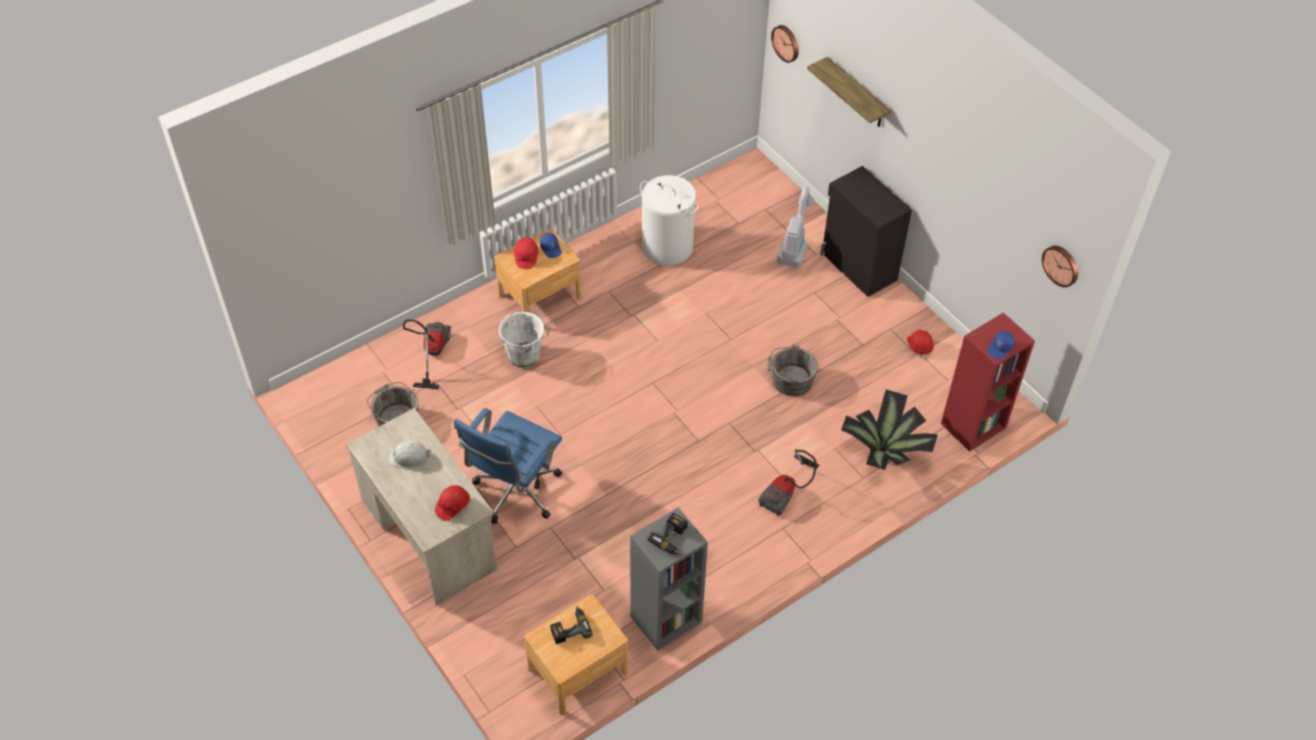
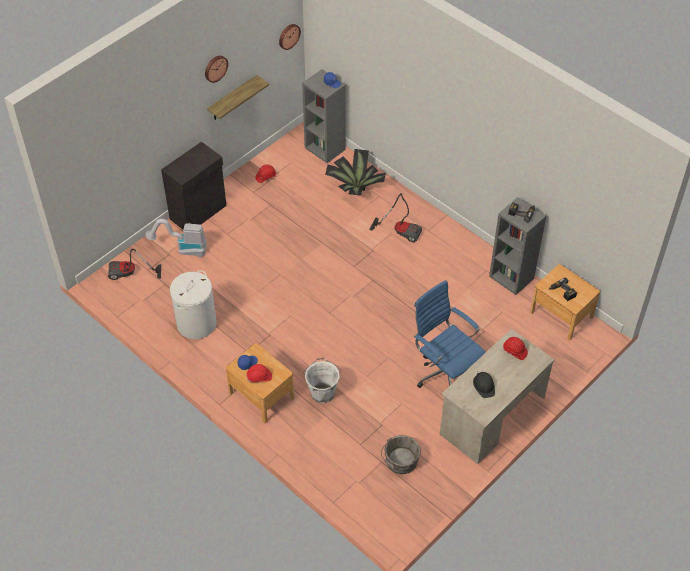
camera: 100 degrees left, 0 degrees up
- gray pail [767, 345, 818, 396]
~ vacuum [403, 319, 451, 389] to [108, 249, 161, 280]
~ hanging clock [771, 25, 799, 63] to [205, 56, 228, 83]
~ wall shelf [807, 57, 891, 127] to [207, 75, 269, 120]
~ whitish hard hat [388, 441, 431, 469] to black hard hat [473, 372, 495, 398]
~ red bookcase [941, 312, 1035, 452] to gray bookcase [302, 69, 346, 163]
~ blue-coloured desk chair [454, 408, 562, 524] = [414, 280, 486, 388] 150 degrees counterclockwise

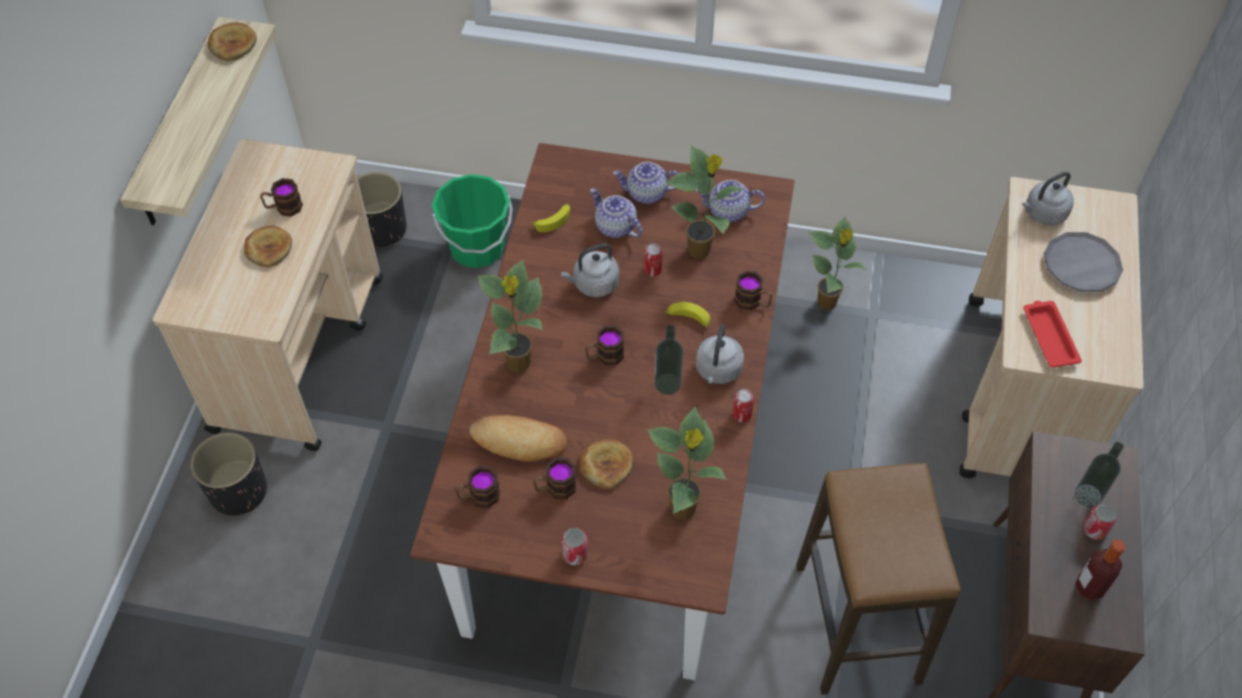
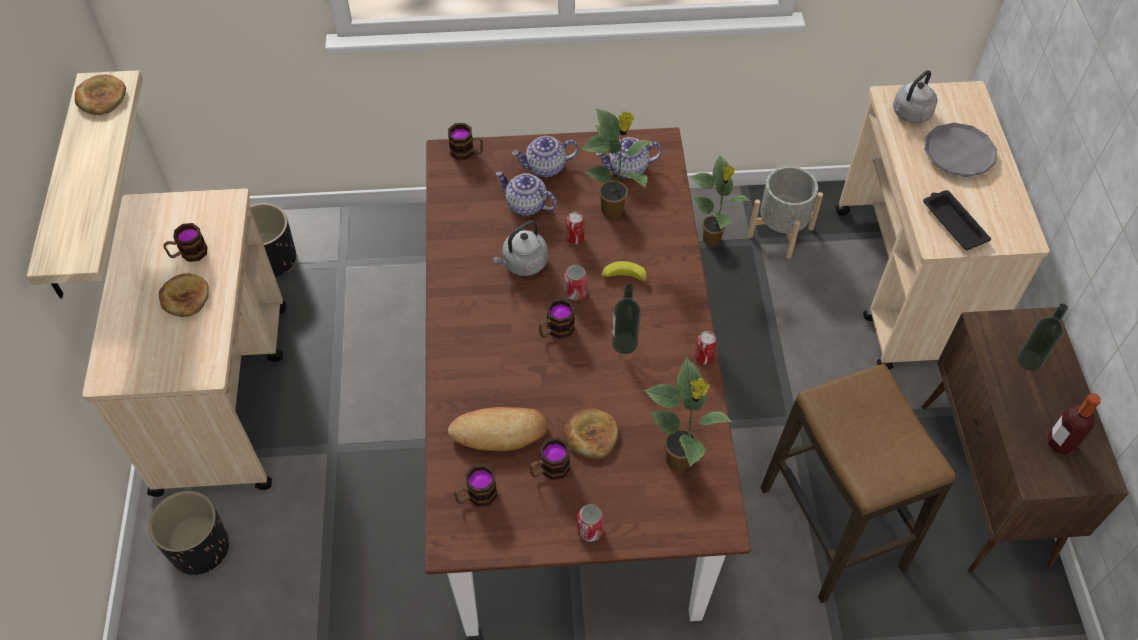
camera: 15 degrees left, 0 degrees up
- green-coloured pail [432, 174, 513, 268]
- potted plant [478, 259, 543, 373]
- banana [531, 203, 570, 232]
- gray water kettle [696, 325, 744, 384]
+ gray planter [748, 166, 823, 259]
~ mug [734, 270, 773, 310] to [448, 123, 483, 160]
~ can [1083, 504, 1117, 540] to [564, 265, 587, 301]
~ red carrying tray [1023, 301, 1082, 368] to black carrying tray [923, 190, 991, 250]

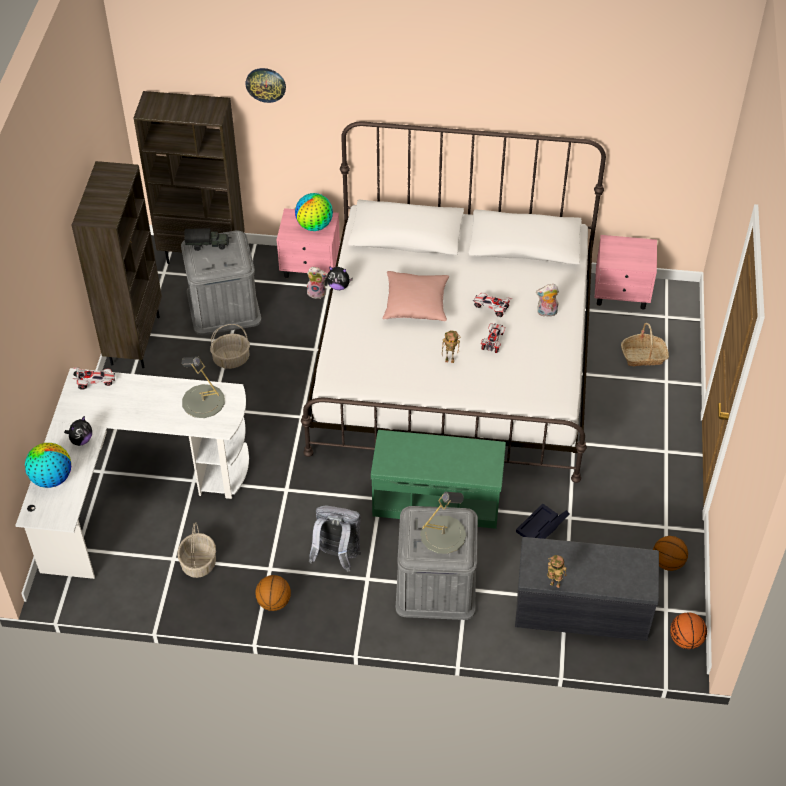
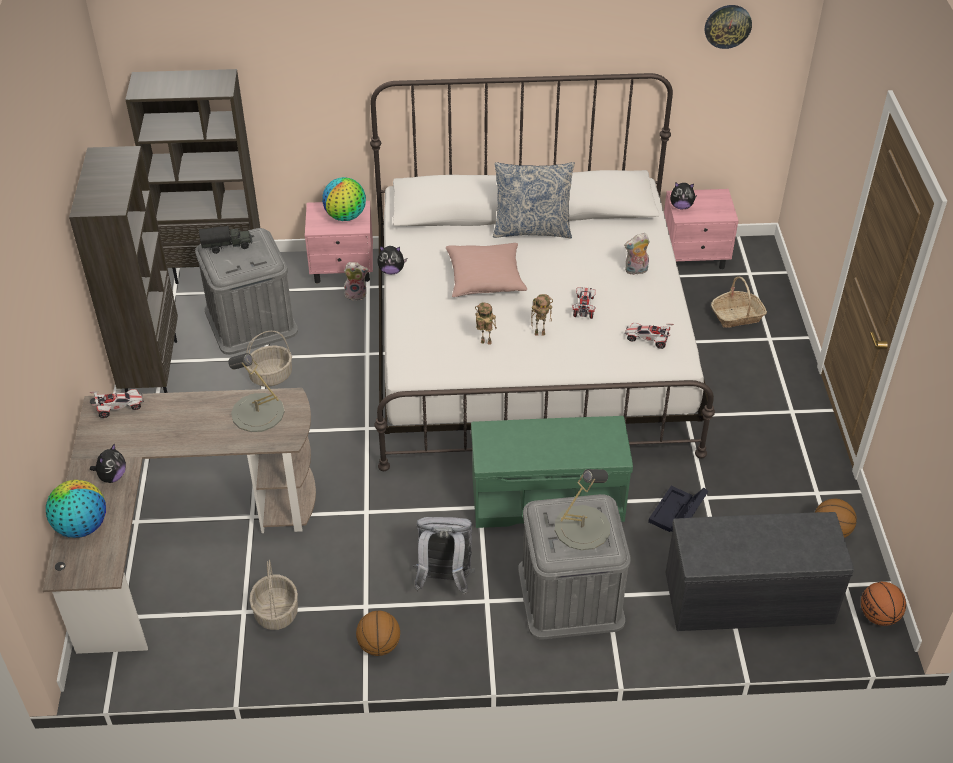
camera: 10 degrees left, 5 degrees down
+ cushion [493, 162, 575, 239]
+ cuddly toy [670, 182, 697, 209]
~ hanging clock [245, 68, 286, 103] to [705, 5, 752, 49]
~ miniature car [473, 293, 512, 317] to [625, 323, 674, 349]
~ robot figure [547, 555, 567, 588] to [475, 302, 497, 345]
~ whitish desk table [15, 368, 249, 579] to brown-coloured desk table [42, 388, 316, 654]

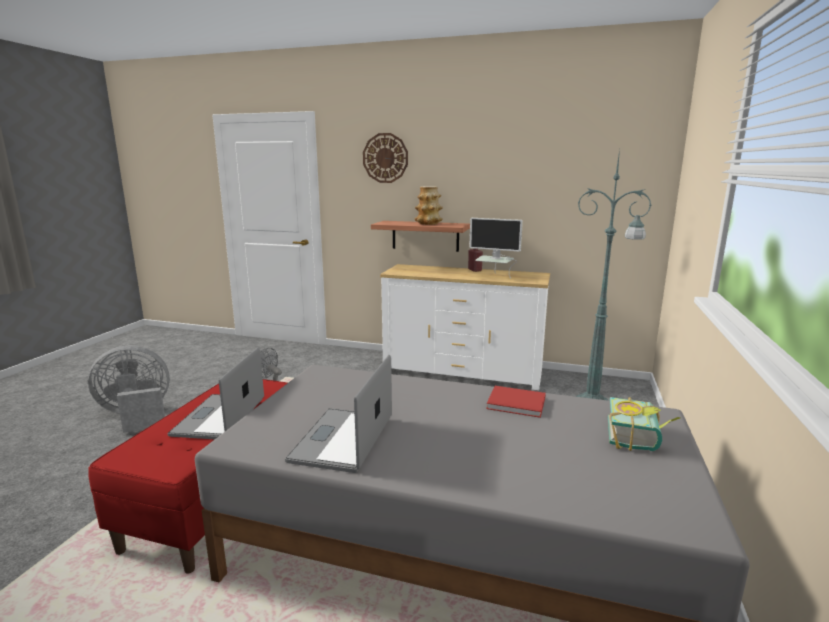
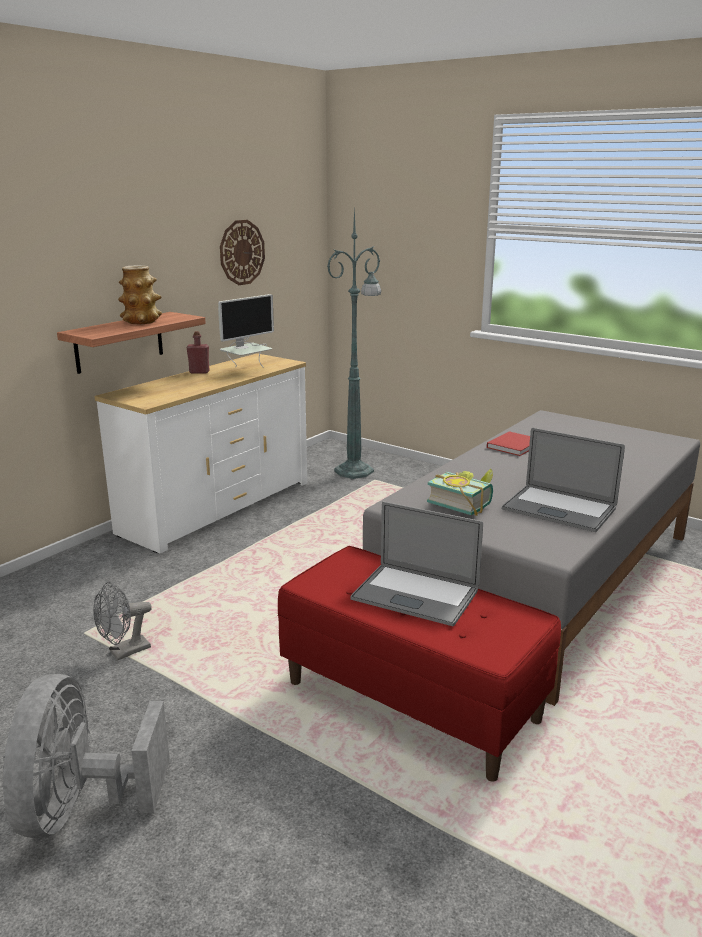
camera: 70 degrees left, 5 degrees up
~ hanging clock [363, 133, 408, 183] to [220, 220, 265, 285]
~ bound book [608, 397, 681, 451] to [427, 468, 493, 516]

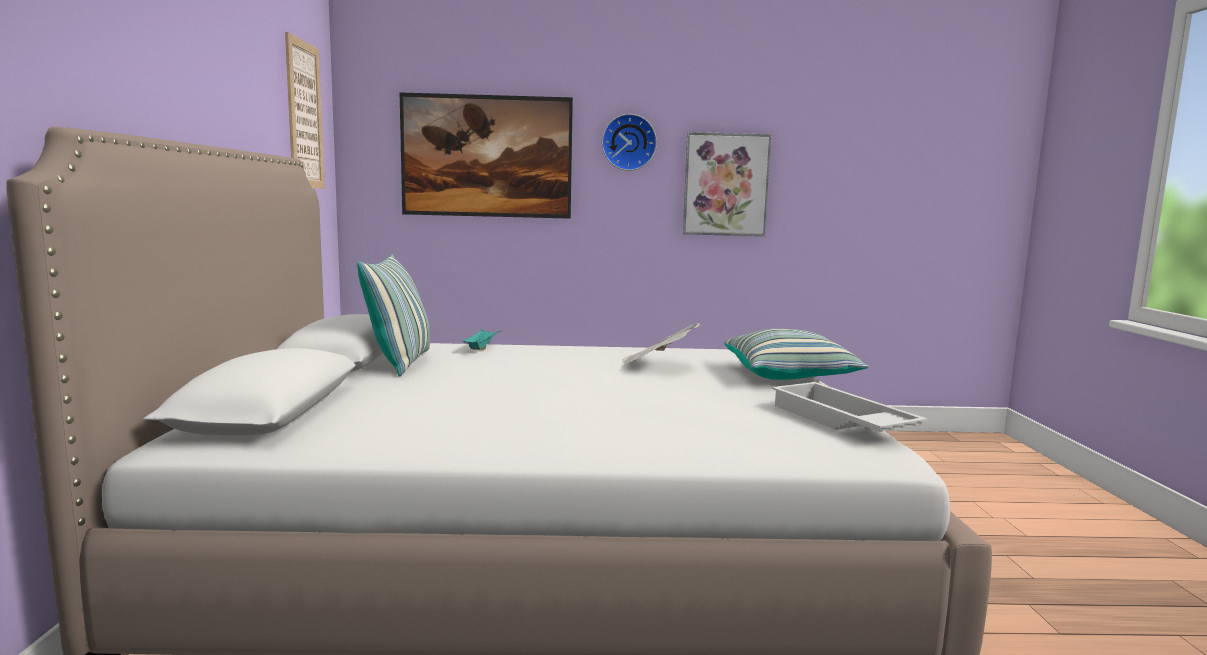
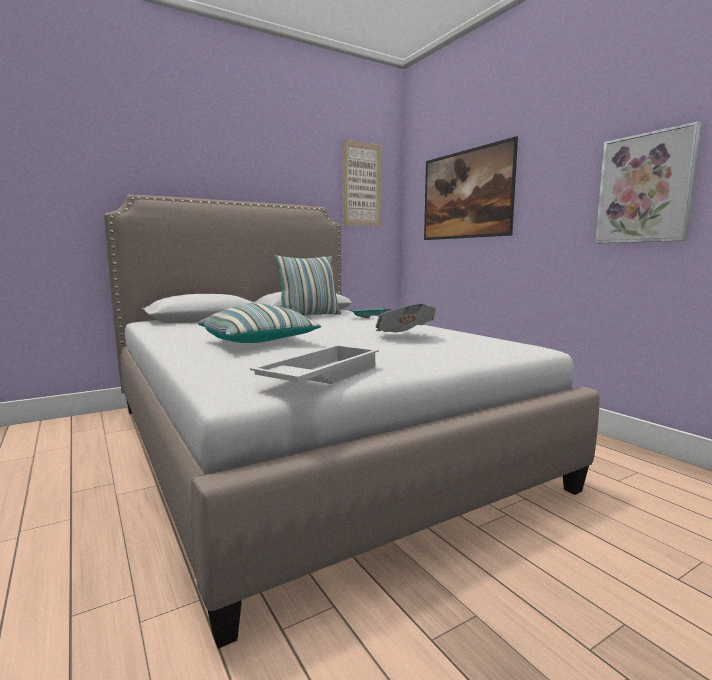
camera: 60 degrees right, 0 degrees up
- hanging clock [602, 114, 657, 171]
~ cushion [724, 329, 870, 380] to [198, 303, 321, 343]

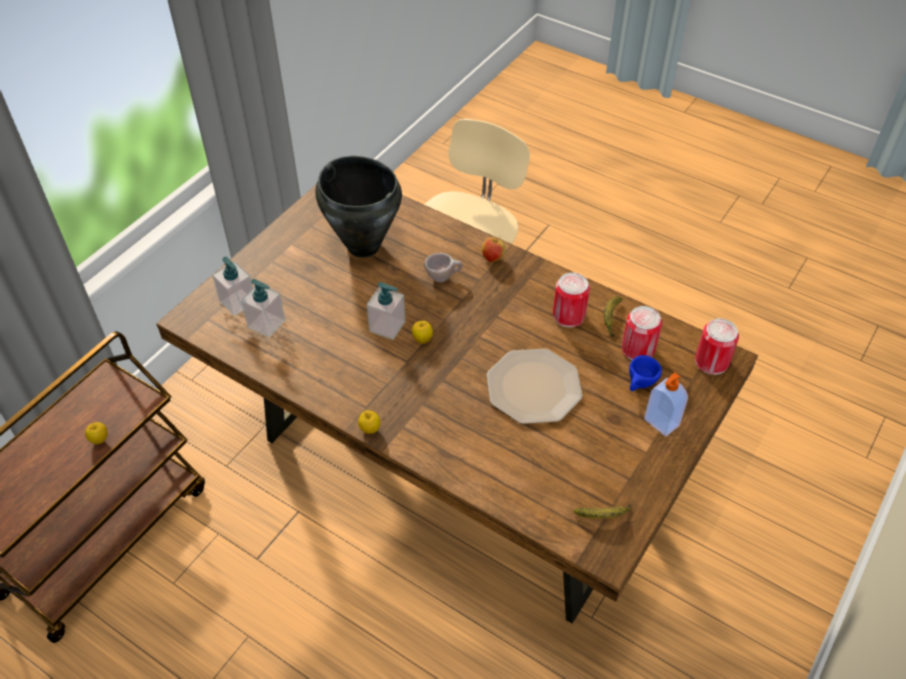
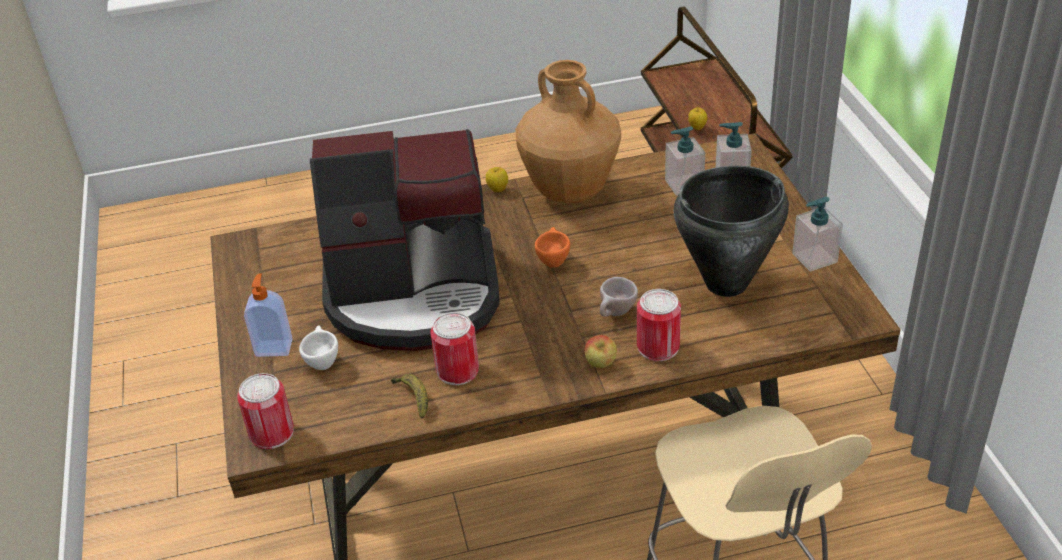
camera: 135 degrees right, 10 degrees down
- banana [574, 503, 632, 519]
+ brown-coloured flower vase [515, 60, 621, 203]
~ soap bottle [367, 282, 405, 340] to [792, 197, 843, 272]
~ can [622, 306, 662, 360] to [637, 289, 681, 361]
~ apple fruit [412, 321, 433, 344] to orange-coloured cup [535, 227, 570, 268]
~ plate [487, 349, 583, 424] to coffee machine [310, 129, 500, 351]
~ blue-coloured cup [629, 355, 662, 391] to whitish cup [299, 325, 338, 370]

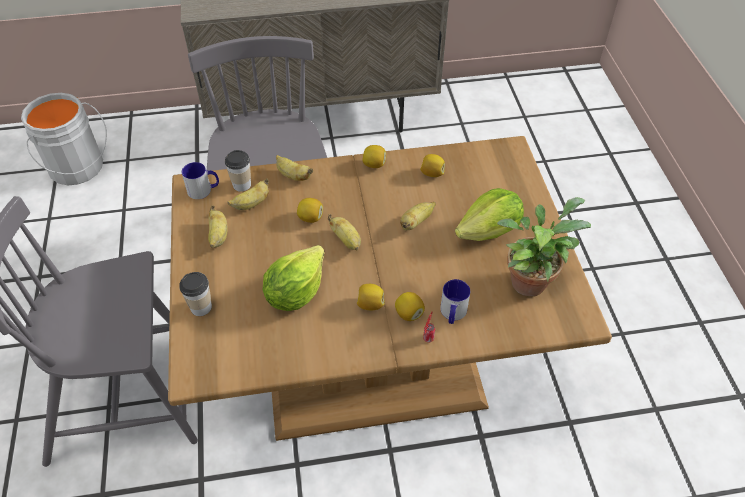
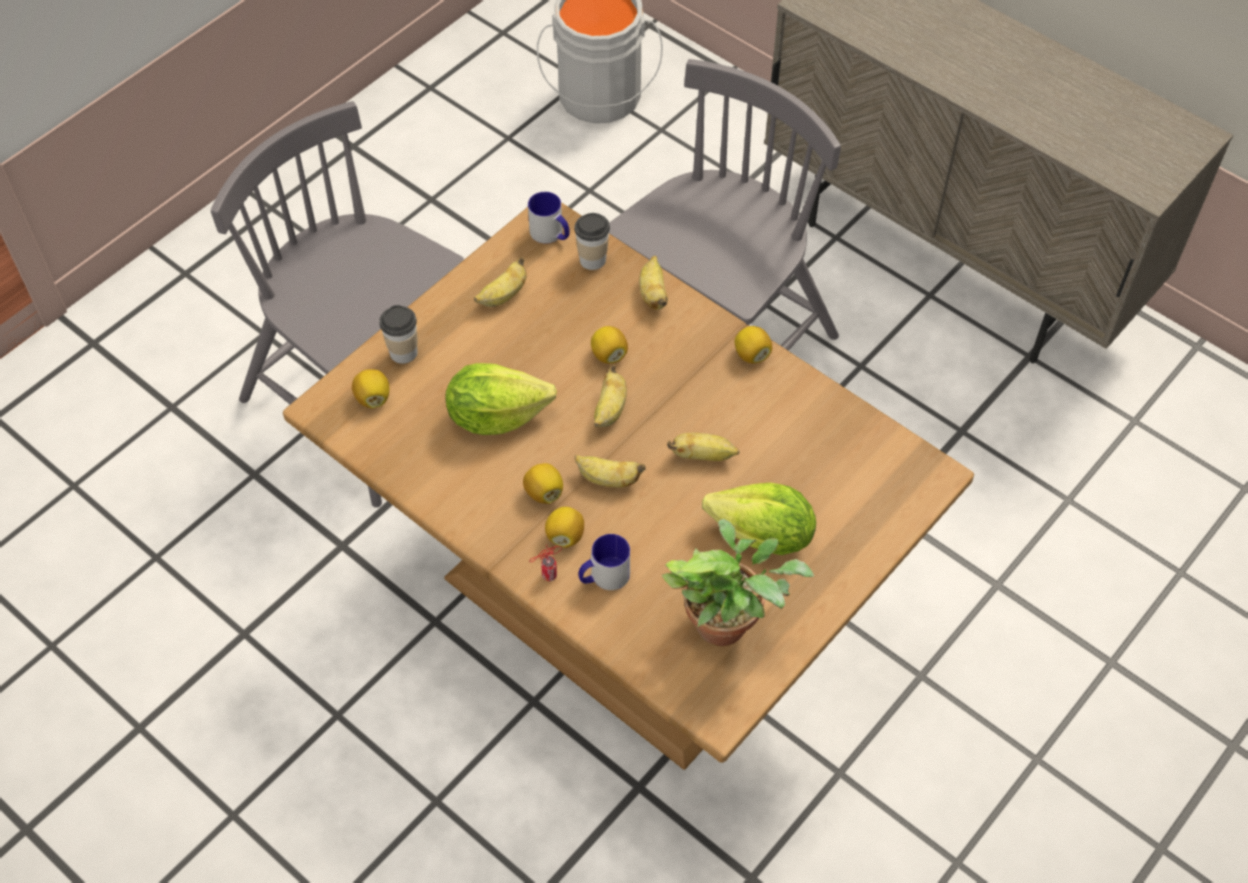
camera: 50 degrees right, 5 degrees up
~ banana [227, 178, 269, 210] to [575, 455, 645, 488]
~ whole lemon [420, 154, 445, 177] to [352, 369, 389, 408]

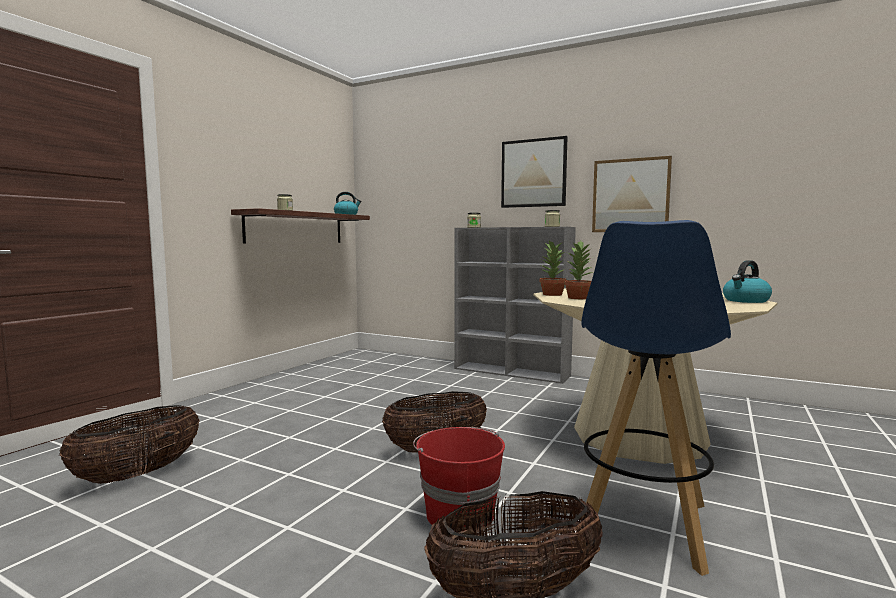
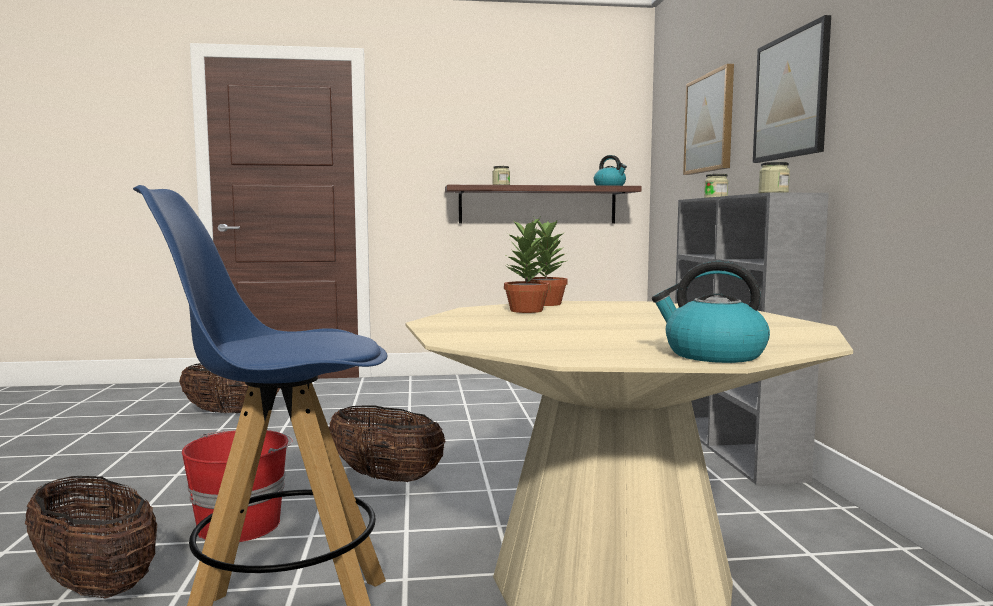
camera: 55 degrees right, 0 degrees up
~ wall picture [592, 156, 672, 232] to [683, 64, 734, 175]

